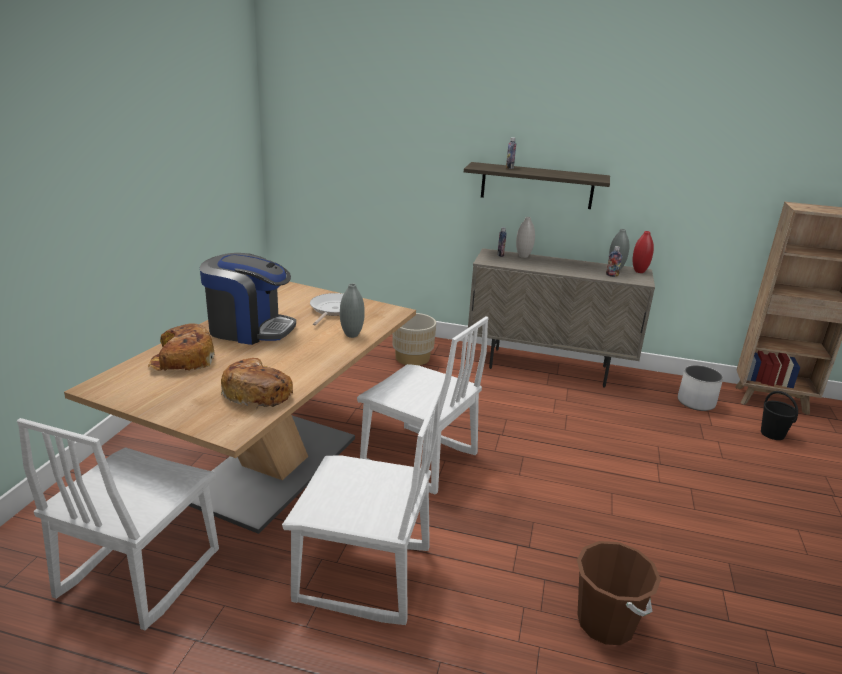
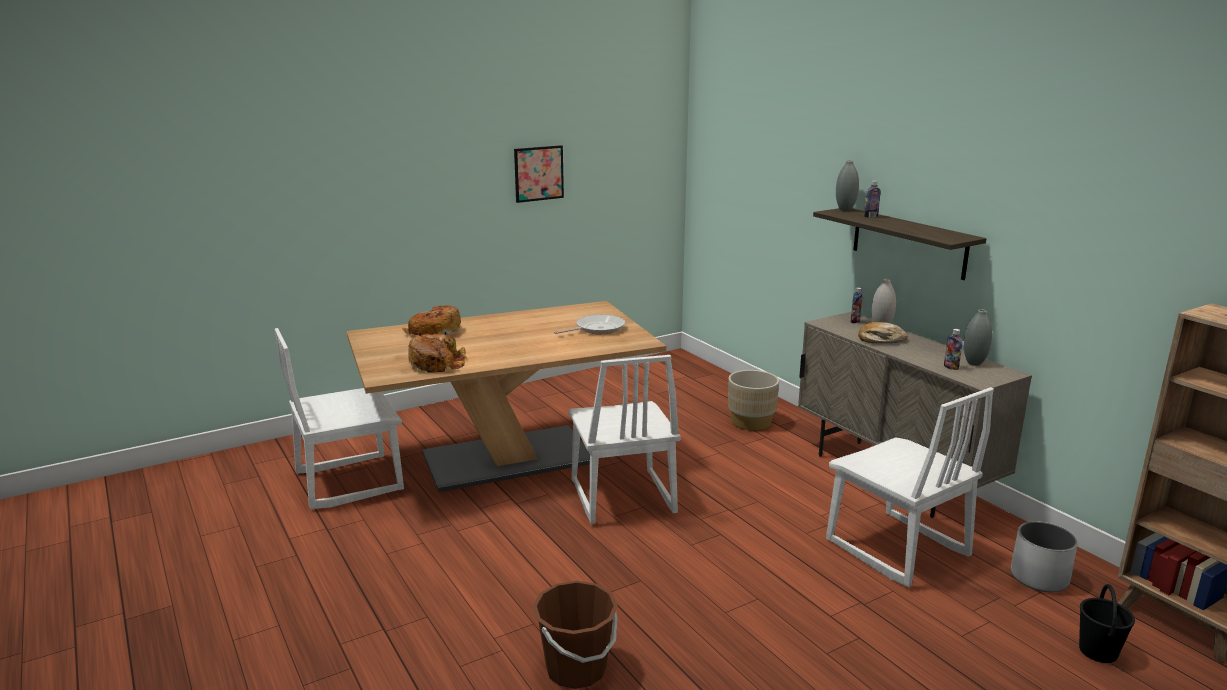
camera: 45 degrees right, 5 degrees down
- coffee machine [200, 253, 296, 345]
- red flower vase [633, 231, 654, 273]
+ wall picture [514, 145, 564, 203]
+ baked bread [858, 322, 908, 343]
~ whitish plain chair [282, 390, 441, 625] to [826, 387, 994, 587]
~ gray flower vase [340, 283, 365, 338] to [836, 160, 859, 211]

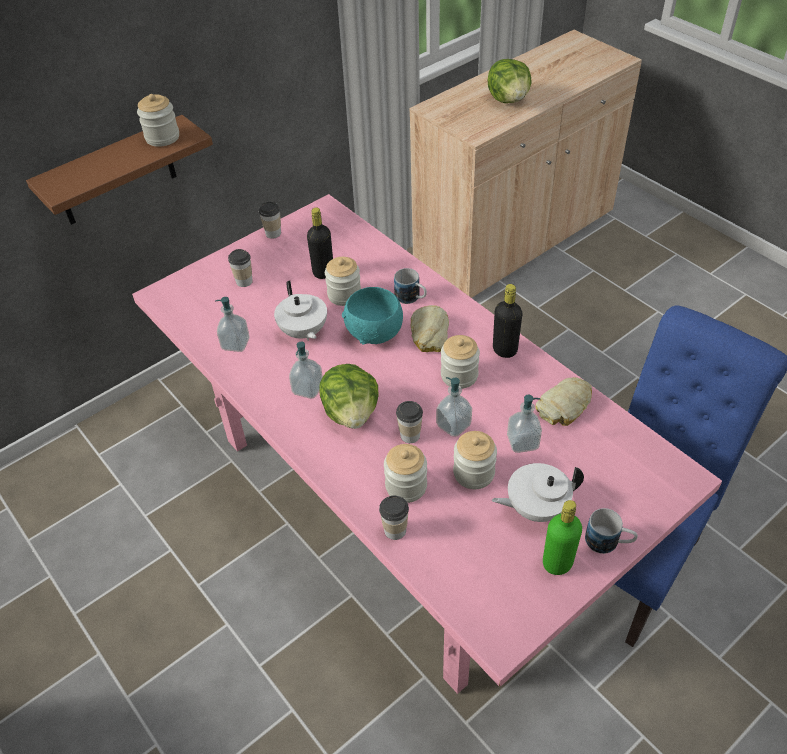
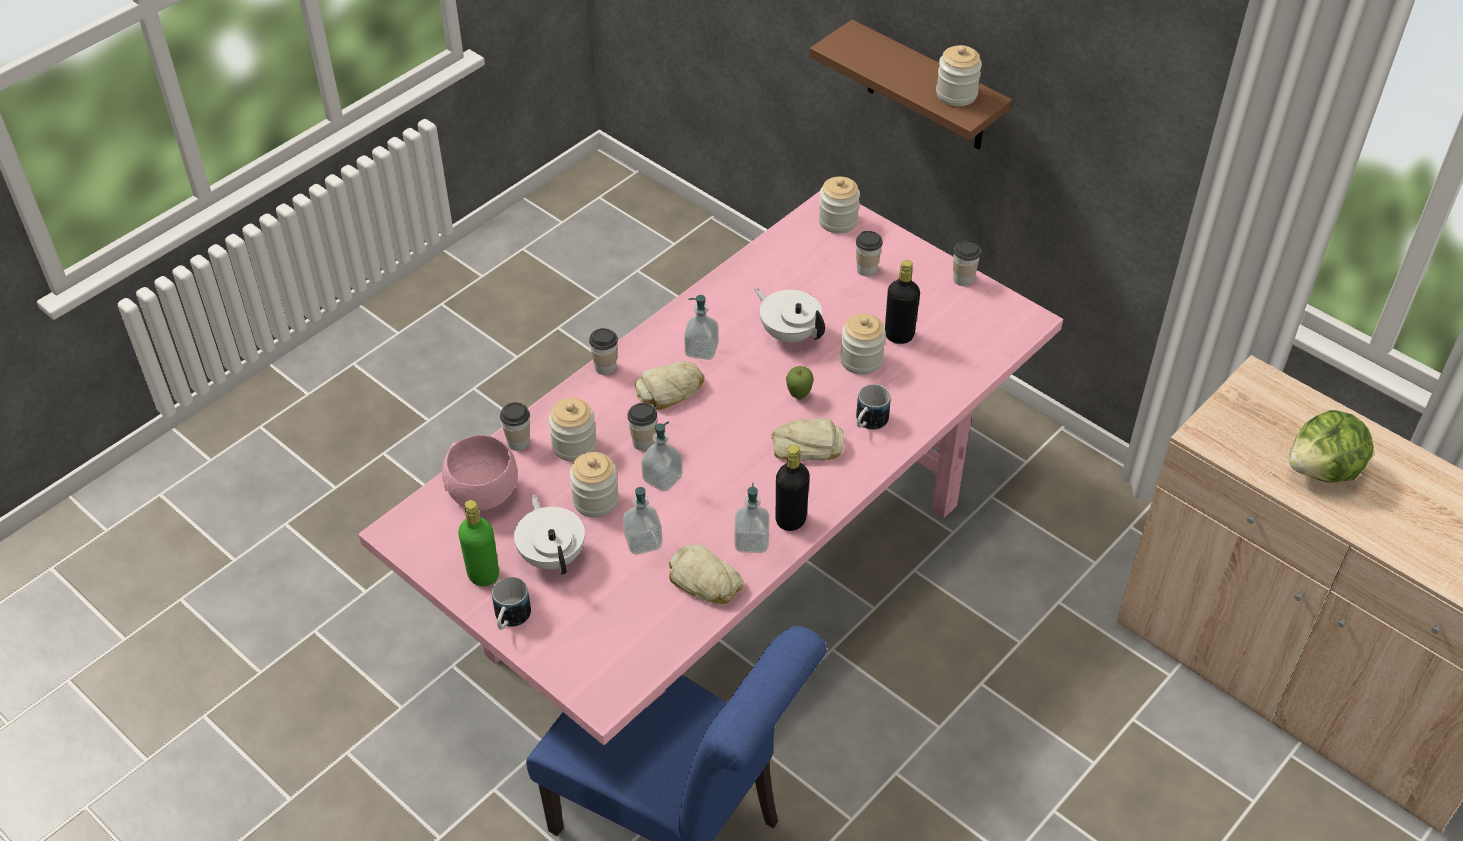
camera: 80 degrees right, 0 degrees up
+ pink-coloured bowl [442, 435, 518, 510]
+ cup [589, 328, 618, 375]
~ soap bottle [215, 297, 250, 352] to [734, 483, 770, 553]
~ preserve jar [441, 335, 480, 389] to [819, 177, 860, 233]
~ lettuce [319, 364, 379, 429] to baked bread [635, 361, 704, 410]
~ turquoise-coloured bowl [342, 287, 403, 344] to apple fruit [786, 366, 814, 400]
~ whitish teapot [274, 281, 327, 341] = [754, 288, 825, 342] 75 degrees clockwise

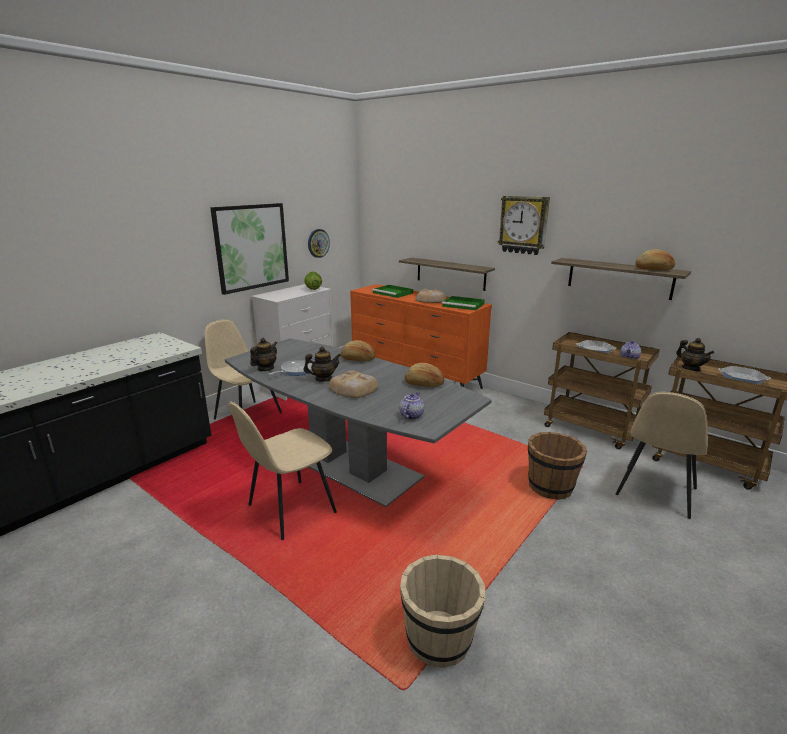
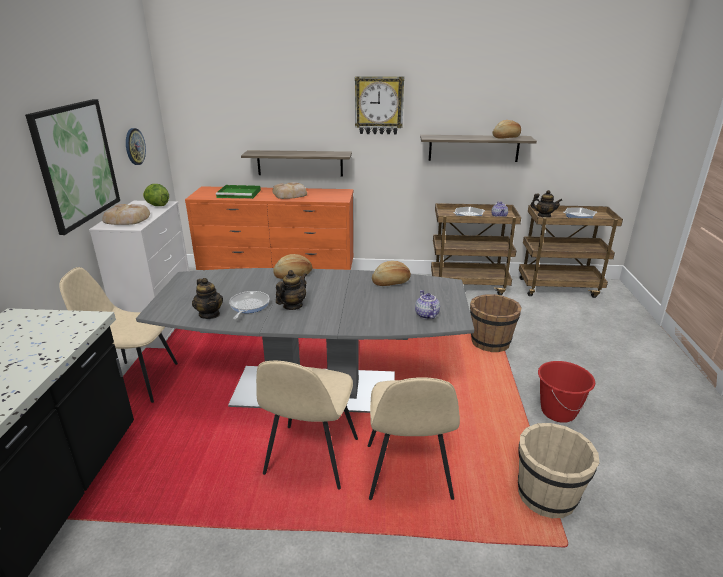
camera: 35 degrees left, 5 degrees up
- green-coloured carrying tray [442, 296, 485, 311]
+ red pail [538, 361, 595, 423]
~ baked bread [328, 370, 378, 398] to [102, 204, 150, 225]
~ beige-coloured plain chair [616, 392, 708, 519] to [368, 377, 460, 500]
~ teapot [250, 338, 277, 371] = [192, 278, 223, 319] 150 degrees clockwise

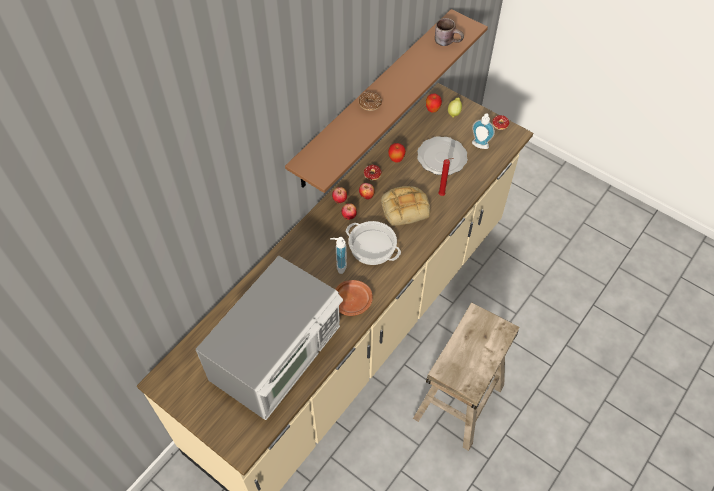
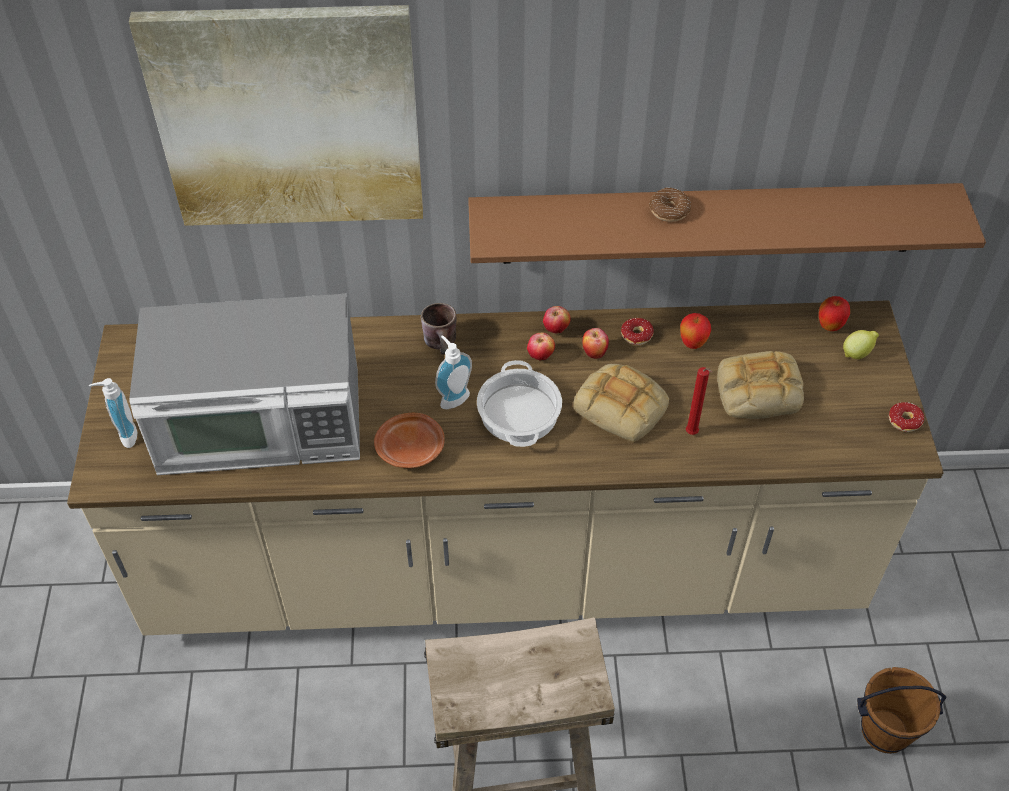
camera: 50 degrees right, 5 degrees down
+ wall picture [129, 5, 423, 226]
+ brown-coloured pail [857, 667, 947, 754]
~ brown-coloured mug [435, 18, 464, 46] to [421, 303, 456, 355]
~ soap bottle [472, 113, 495, 149] to [89, 378, 138, 448]
~ plate [417, 136, 468, 175] to baked bread [717, 351, 804, 419]

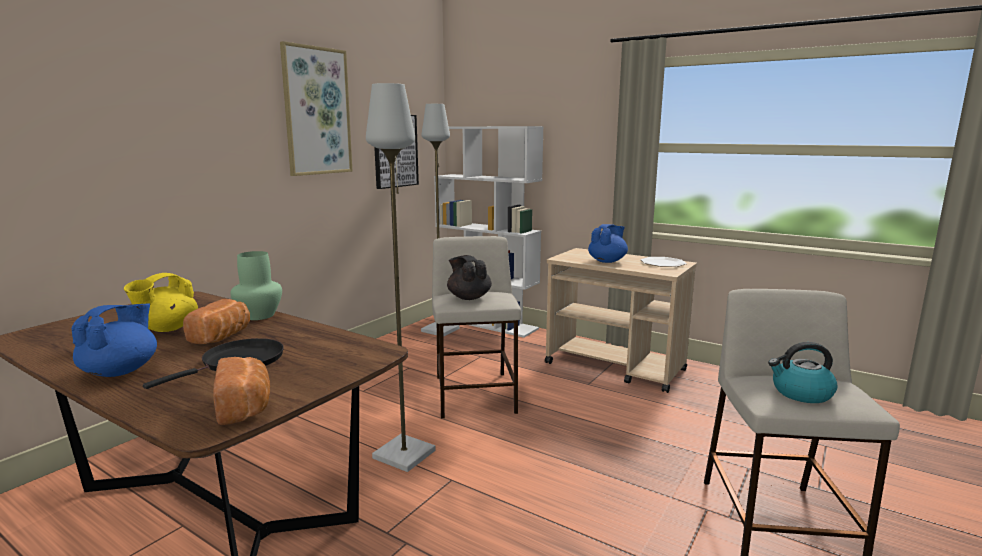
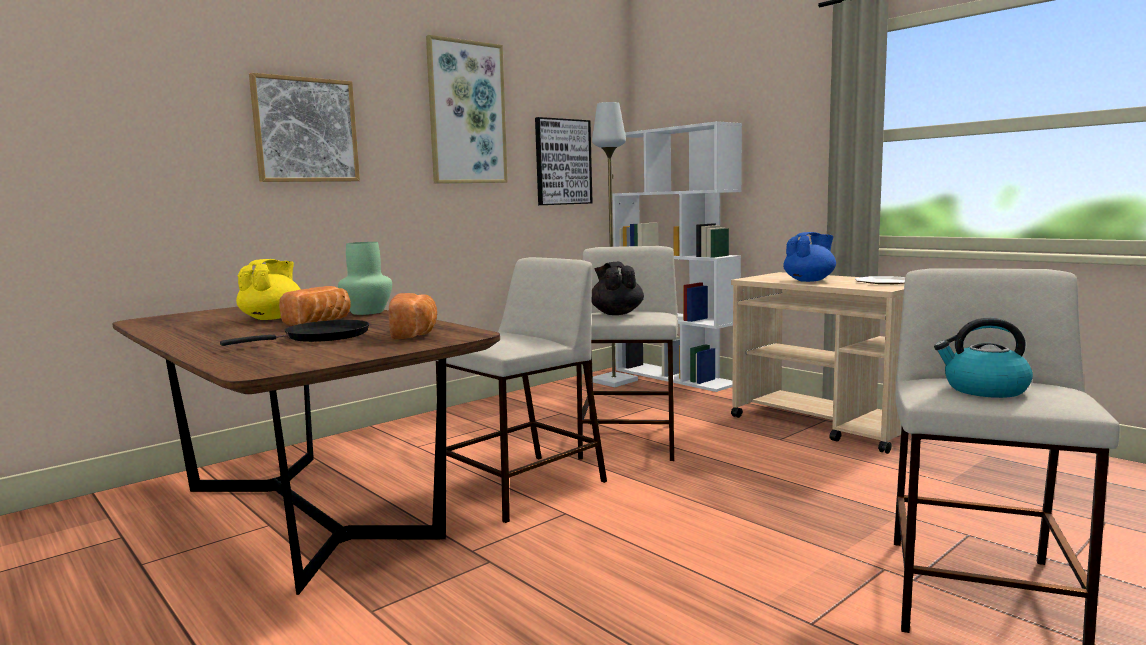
camera: 15 degrees right, 5 degrees down
- blue-coloured teapot [71, 303, 157, 377]
+ wall picture [249, 73, 360, 182]
~ baked bread [213, 357, 270, 425] to [389, 293, 437, 339]
~ gray standard lamp [366, 83, 436, 472] to beige-coloured stool [435, 257, 607, 523]
~ yellowish teapot [124, 273, 198, 332] = [236, 259, 301, 320] 150 degrees clockwise

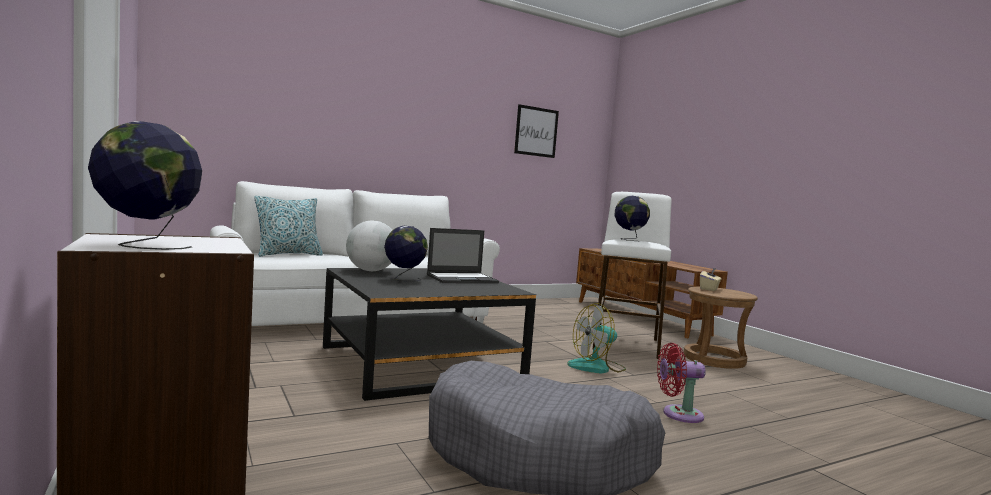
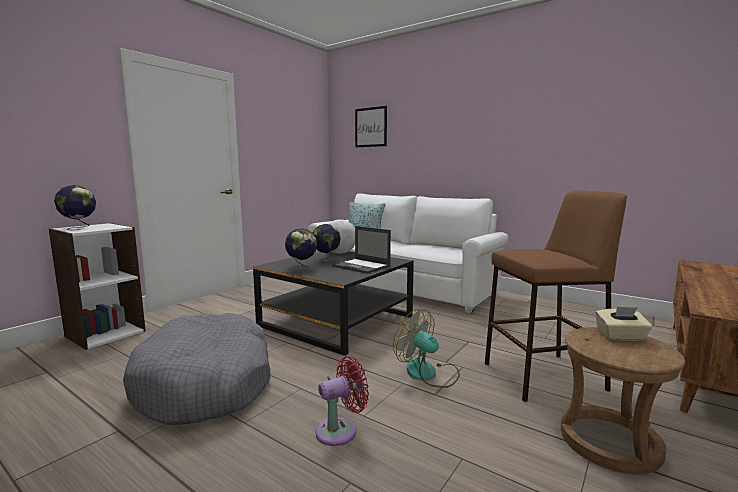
camera: 65 degrees right, 5 degrees up
~ wall picture [514, 104, 559, 158] to [355, 106, 387, 148]
~ world globe [614, 196, 650, 241] to [285, 228, 317, 271]
~ whitish stool [592, 192, 672, 359] to brown-coloured stool [485, 191, 627, 402]
~ red electric fan [657, 343, 705, 423] = [316, 356, 369, 446] 90 degrees clockwise

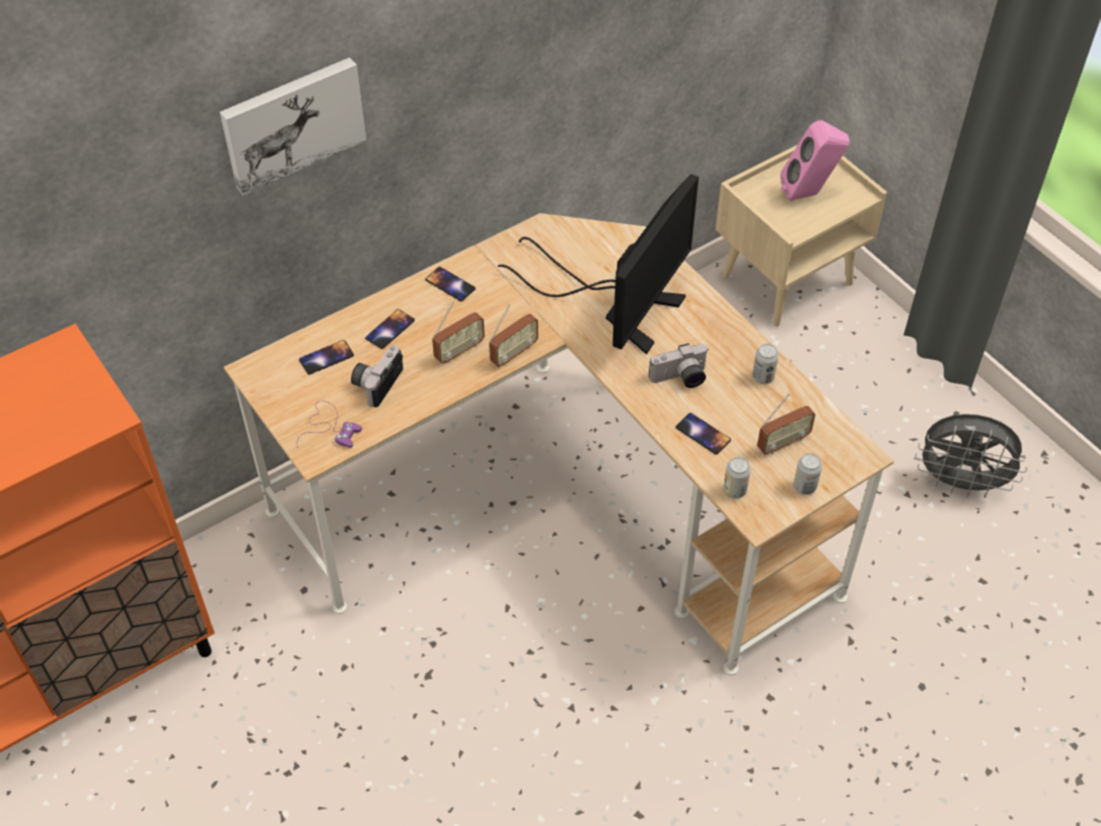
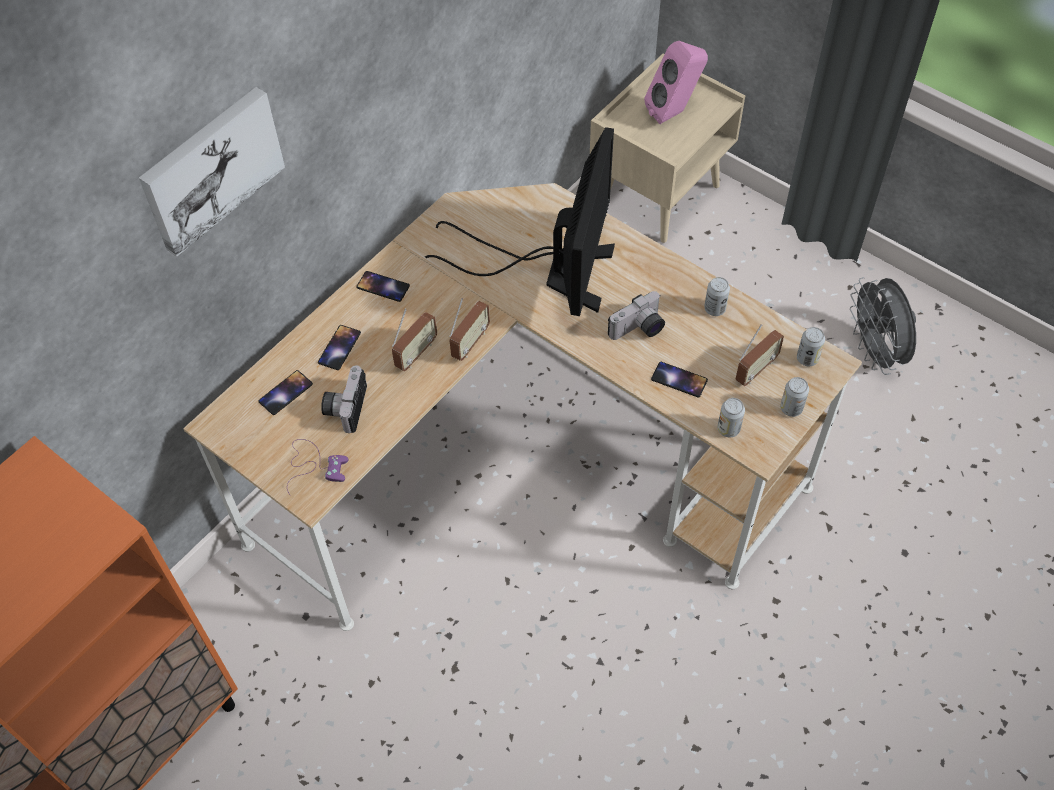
camera: 15 degrees left, 5 degrees up
+ can [797, 327, 825, 366]
~ gray electric fan [915, 414, 1027, 498] = [850, 277, 916, 375] 75 degrees clockwise

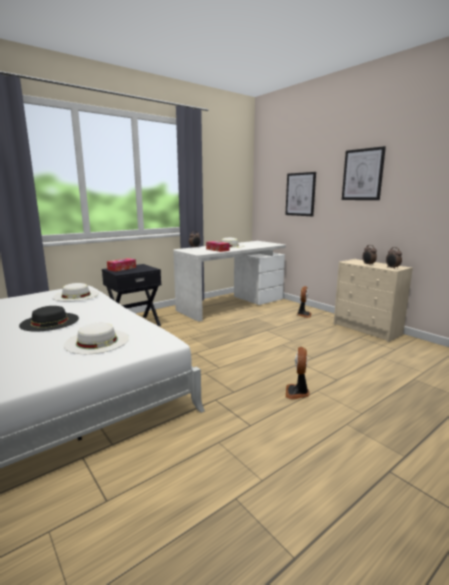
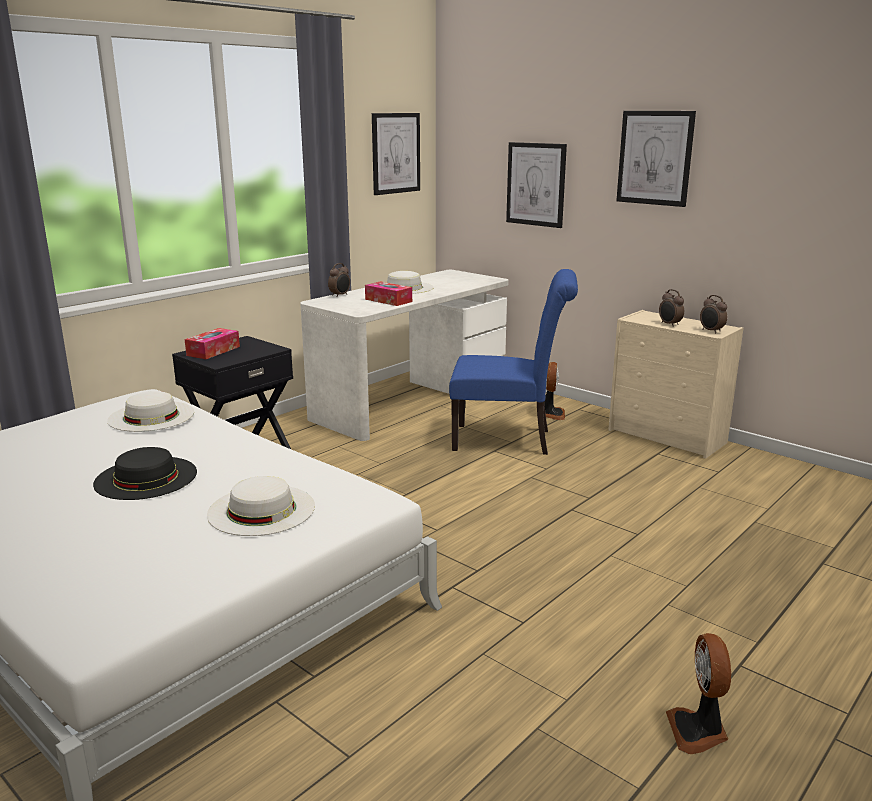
camera: 10 degrees left, 5 degrees up
+ wall picture [372, 113, 420, 195]
+ blue-coloured plain chair [449, 269, 578, 455]
~ electric fan [286, 347, 310, 399] to [666, 633, 731, 754]

